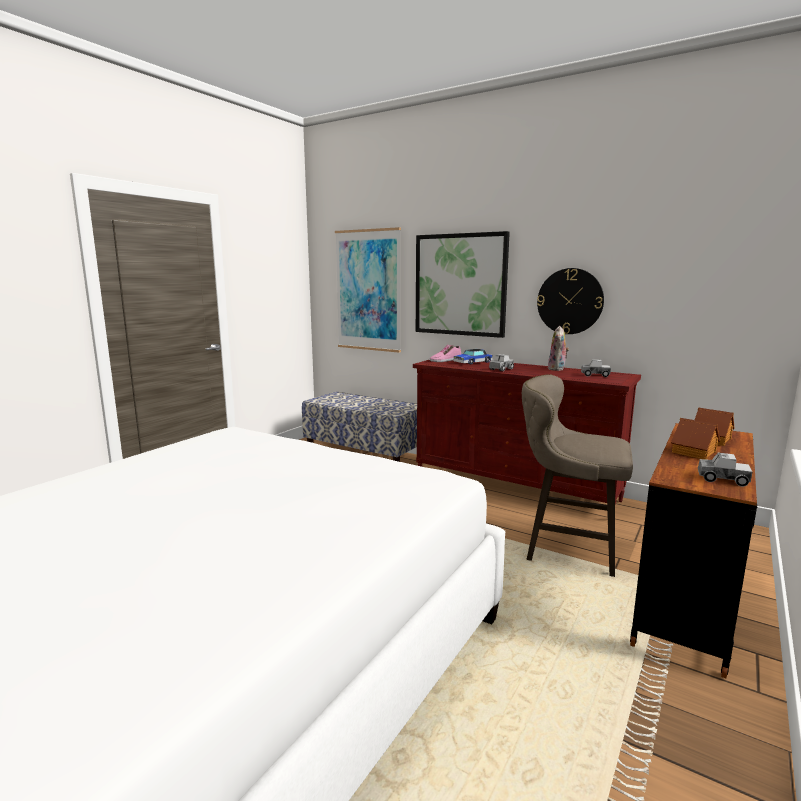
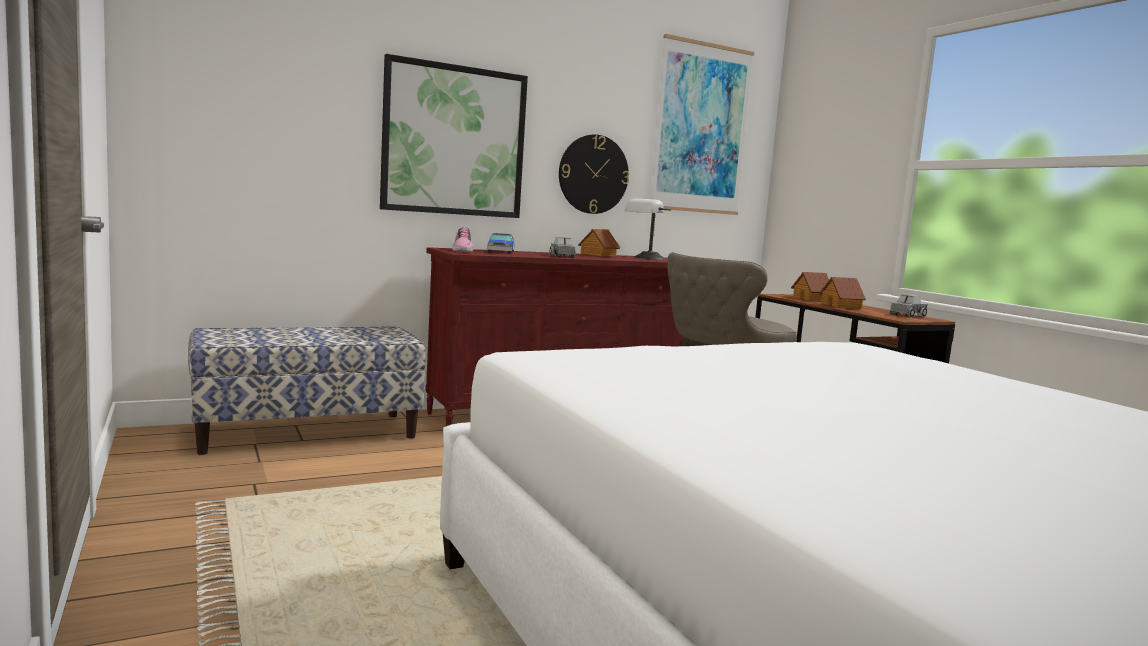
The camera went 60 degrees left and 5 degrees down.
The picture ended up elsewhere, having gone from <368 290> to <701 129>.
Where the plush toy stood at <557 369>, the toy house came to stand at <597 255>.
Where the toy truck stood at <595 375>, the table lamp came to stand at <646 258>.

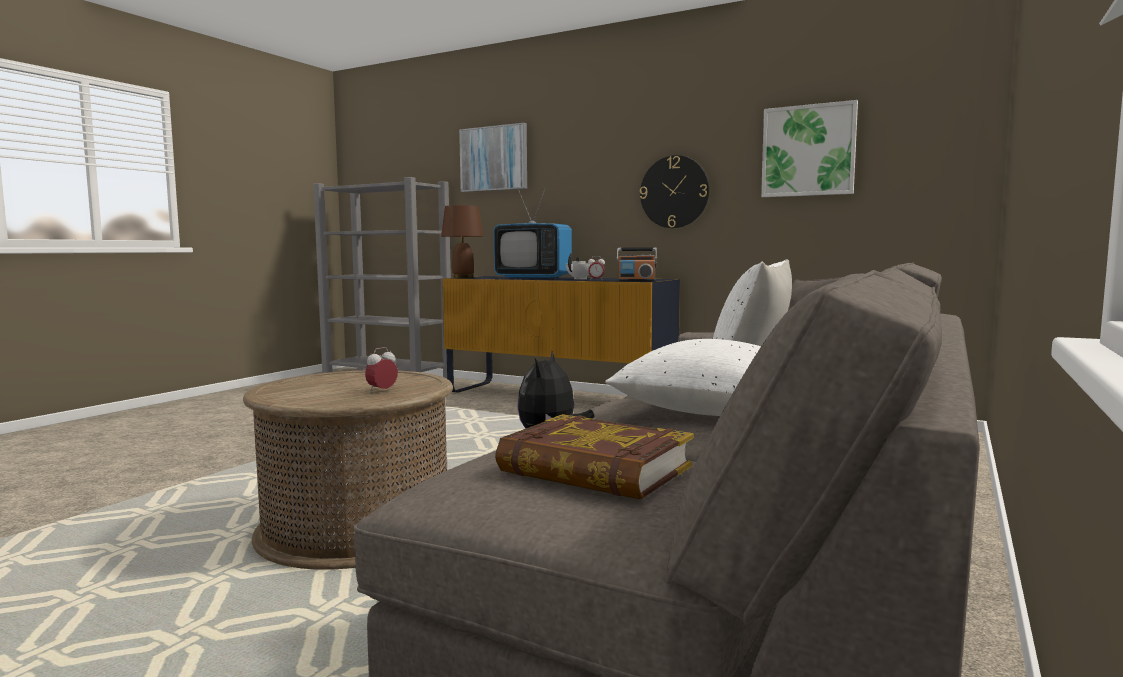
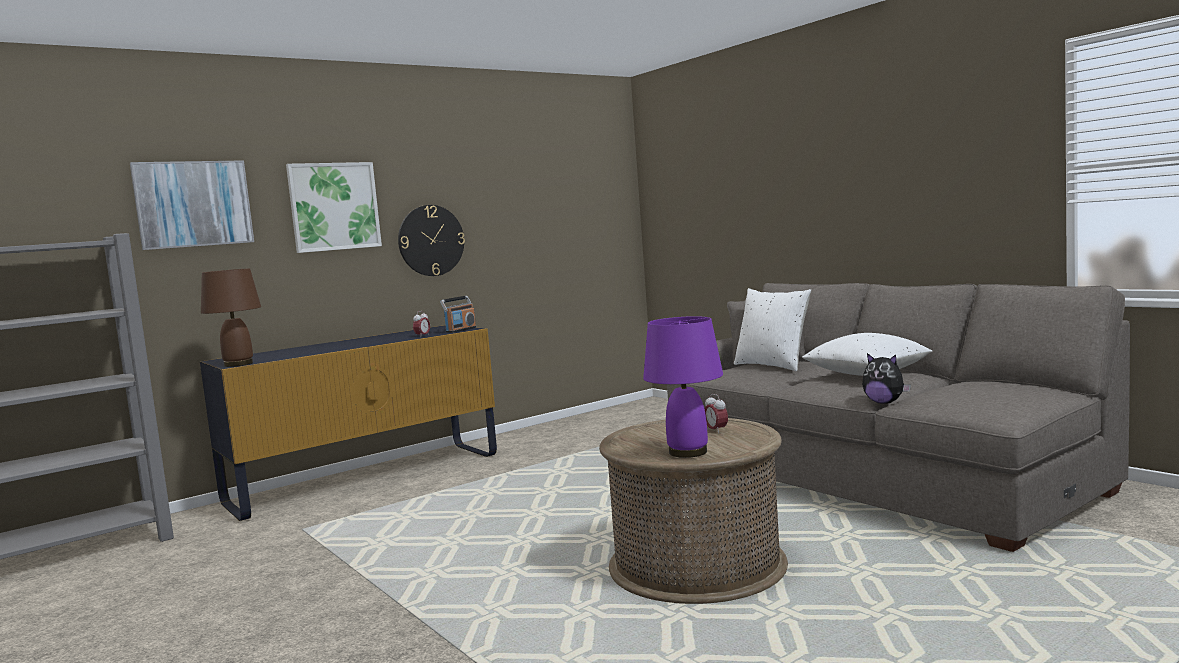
The camera went 65 degrees left and 0 degrees up.
The second view lost the television at <533 278>.
The second view lost the book at <594 470>.
The second view lost the white teapot at <580 279>.
The picture ended up elsewhere, having gone from <808 151> to <334 206>.
The second view gained the purple table lamp at <687 452>.

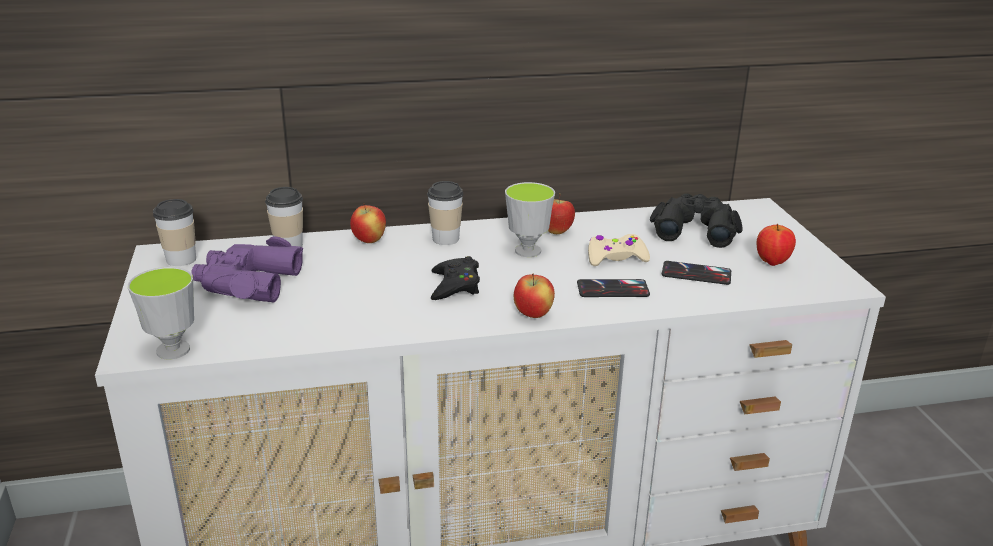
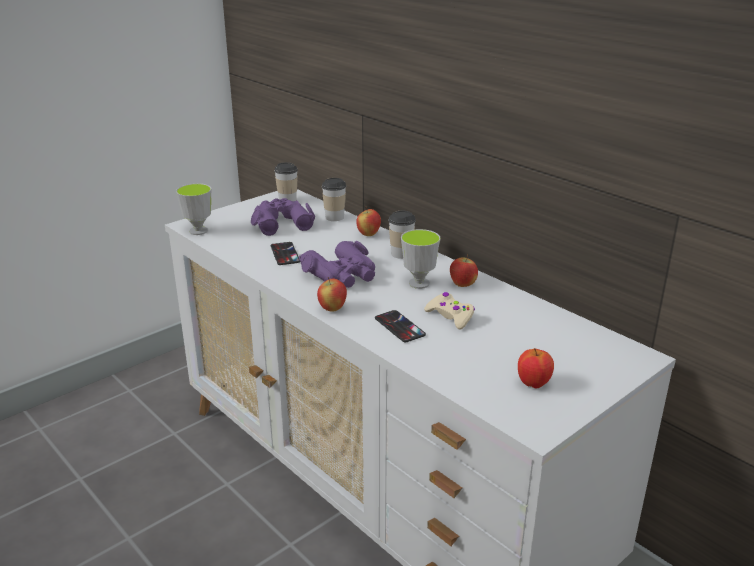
The camera went 60 degrees right and 0 degrees up.
Where the black game controller stood at <455 285>, the purple binoculars came to stand at <342 275>.
The second view lost the black binoculars at <695 228>.
The phone ended up elsewhere, having gone from <696 274> to <285 254>.

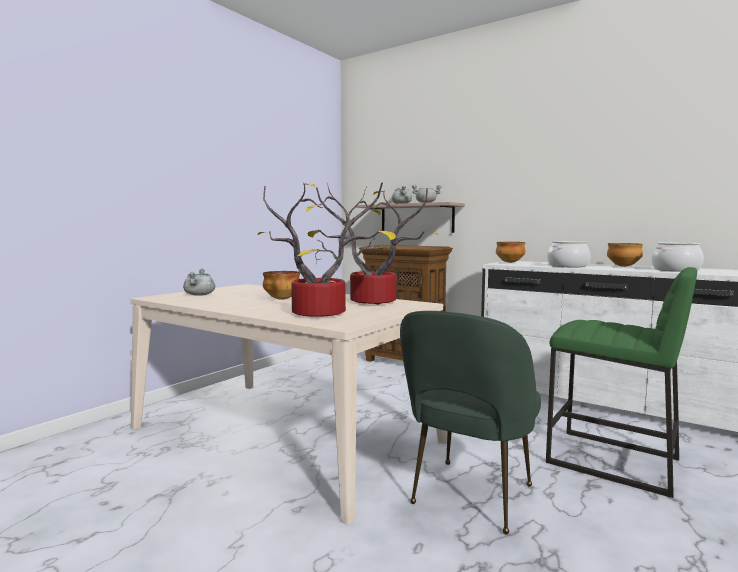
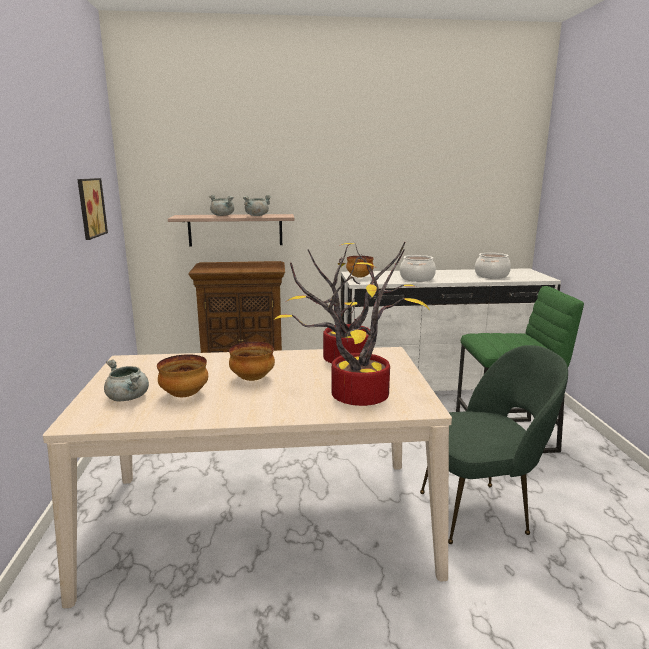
The camera went 40 degrees left and 10 degrees up.
The green chair at <468 500> ended up facing another way, 90 degrees counterclockwise from before.
The bowl ended up elsewhere, having gone from <623 266> to <185 395>.
The second view gained the picture at <89 208>.

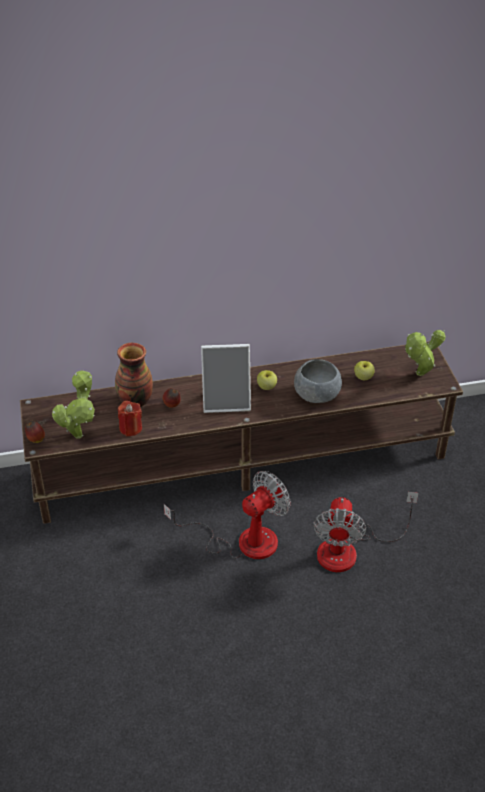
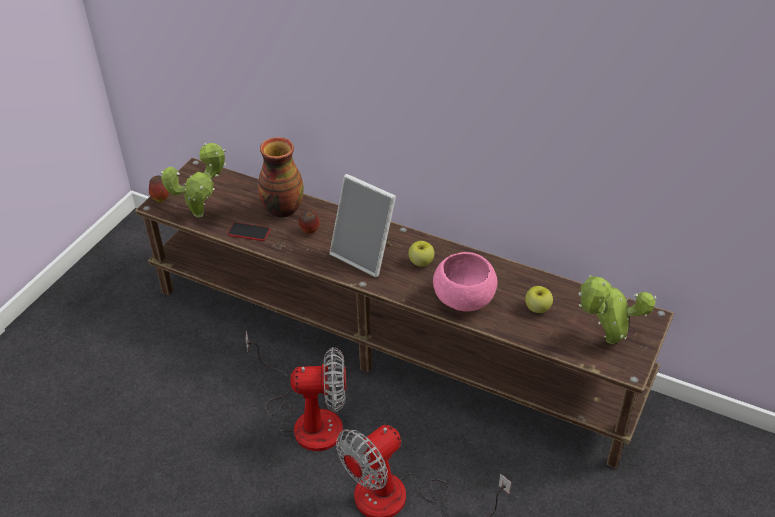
The camera went 40 degrees right and 0 degrees up.
Where the red candle stood at <130 428>, the phone came to stand at <249 232>.
What was the grey bowl at <317 395> turned into the pink bowl at <464 299>.

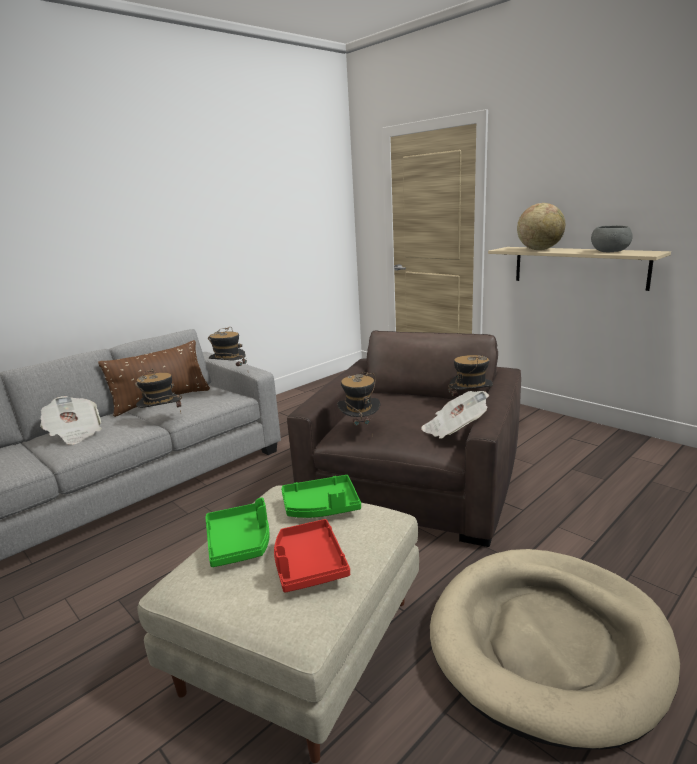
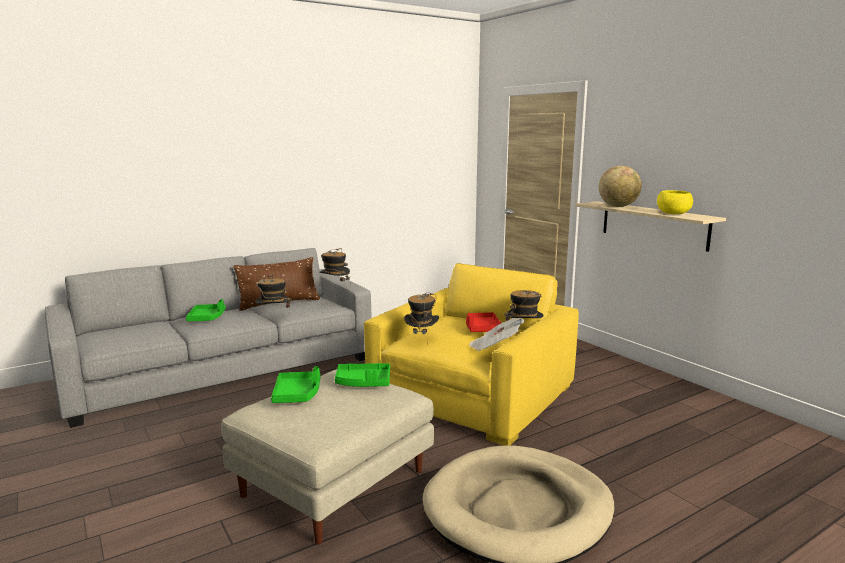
The camera went 10 degrees right and 5 degrees down.
Where the newspaper stood at <74 433>, the green tray came to stand at <207 318>.
The red tray ended up elsewhere, having gone from <308 565> to <482 328>.
What was the brown armchair at <414 480> turned into the yellow armchair at <472 394>.
What was the grey bowl at <610 251> turned into the yellow bowl at <673 213>.

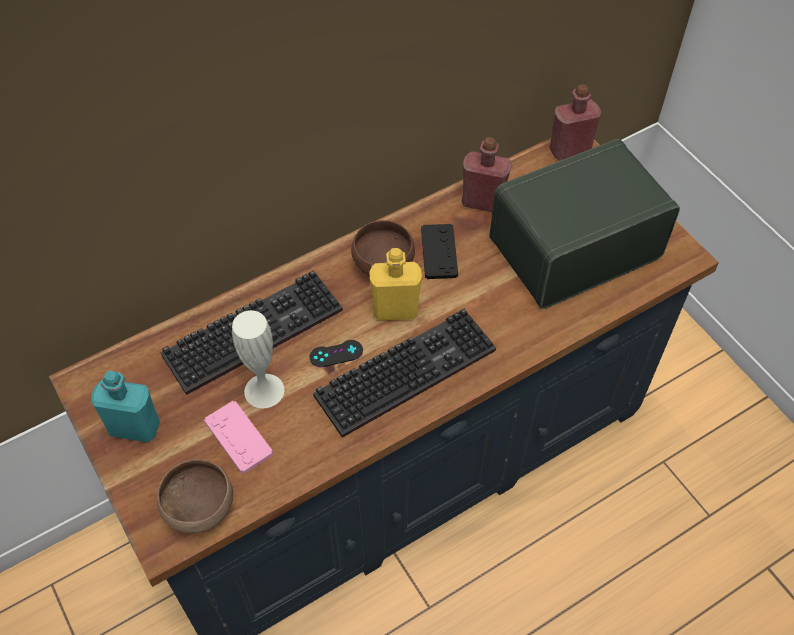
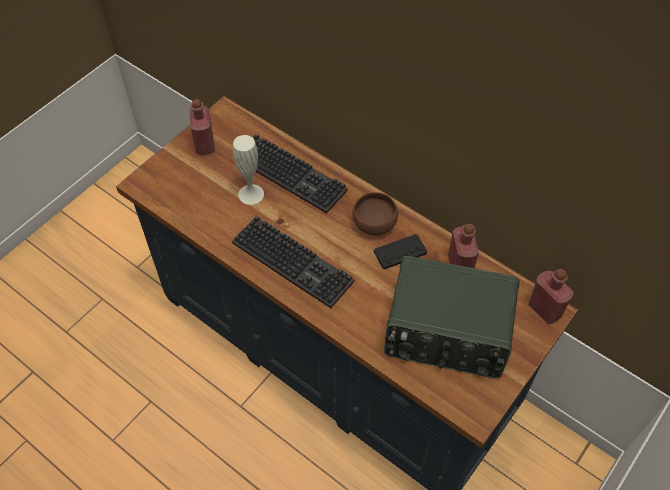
The camera went 70 degrees right and 0 degrees up.
What was the turquoise bottle at <135 427> turned into the red bottle at <204 144>.
The second view lost the brown bowl at <199 509>.
The second view lost the pink game controller at <238 437>.
The second view lost the black game controller at <336 354>.
The second view lost the yellow bottle at <395 309>.
The radio at <573 247> ended up facing another way, 150 degrees clockwise from before.

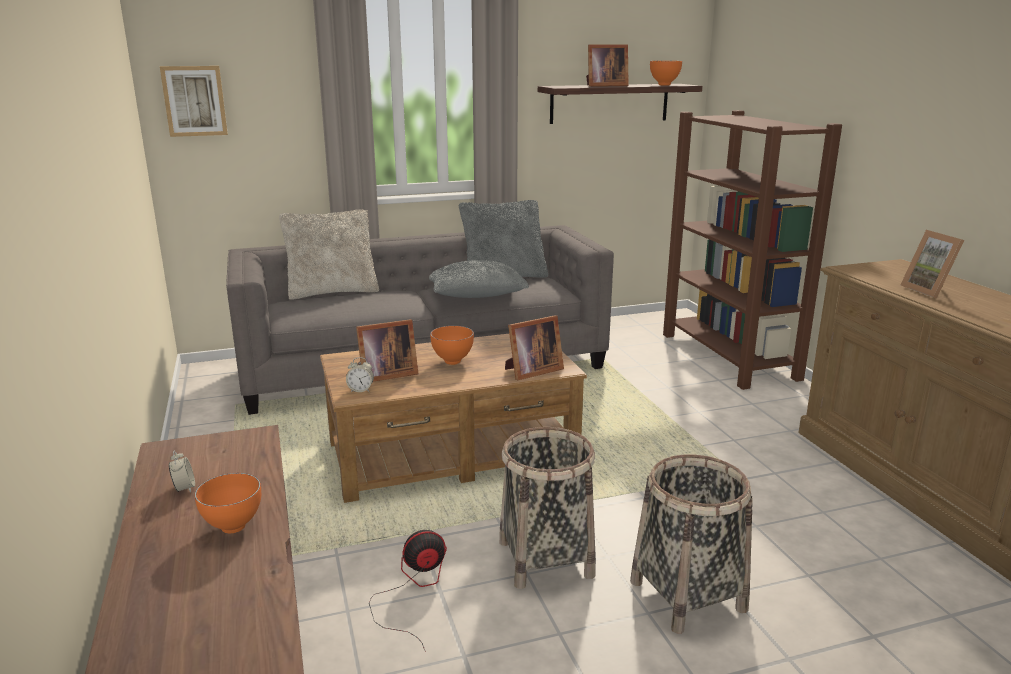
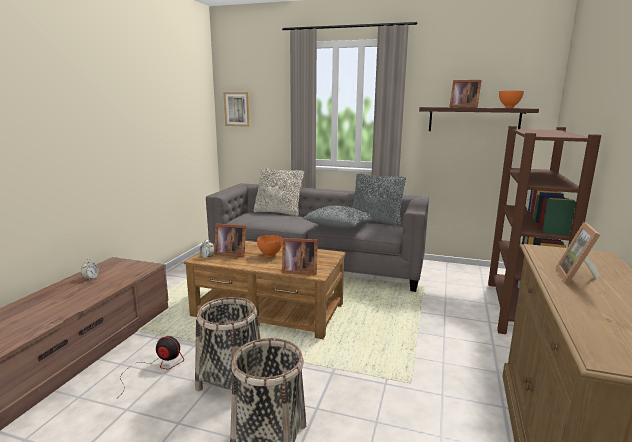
The camera went 35 degrees right and 5 degrees down.
The second view lost the orange bowl at <234 527>.

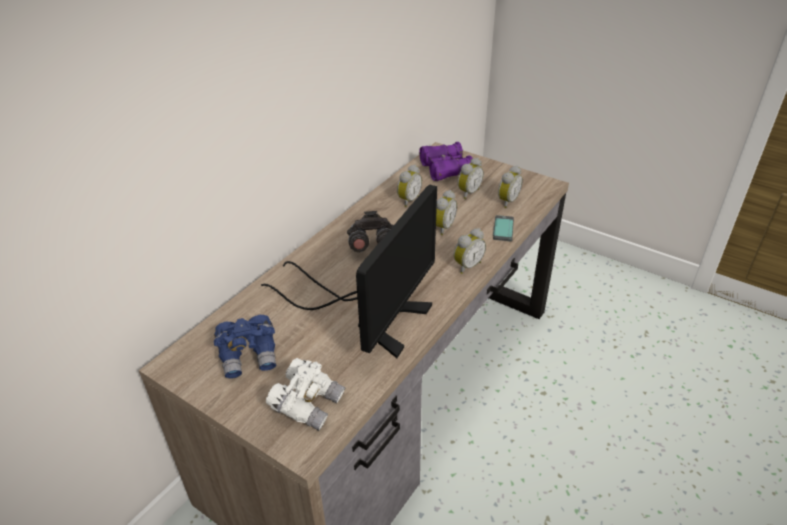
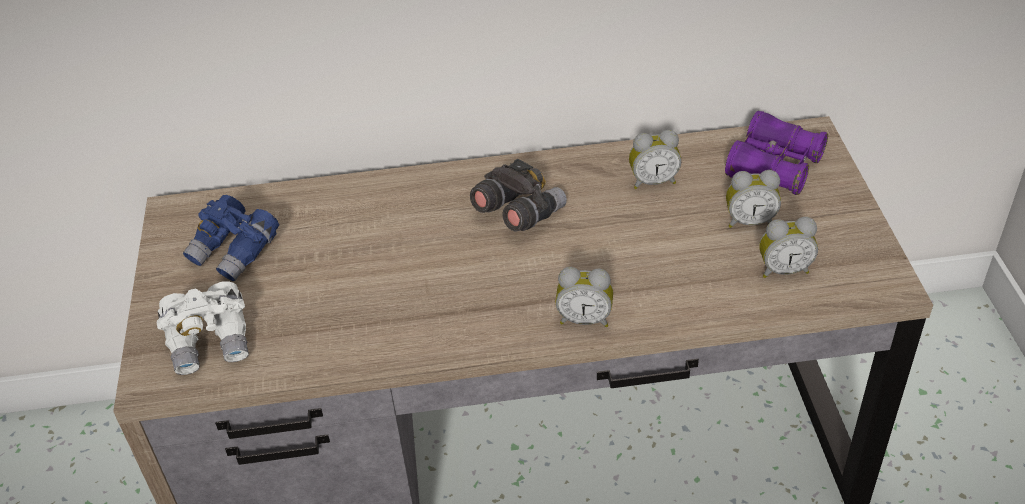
The camera went 50 degrees right and 5 degrees up.
The second view lost the monitor at <370 315>.
The second view lost the alarm clock at <442 227>.
The second view lost the phone at <503 229>.

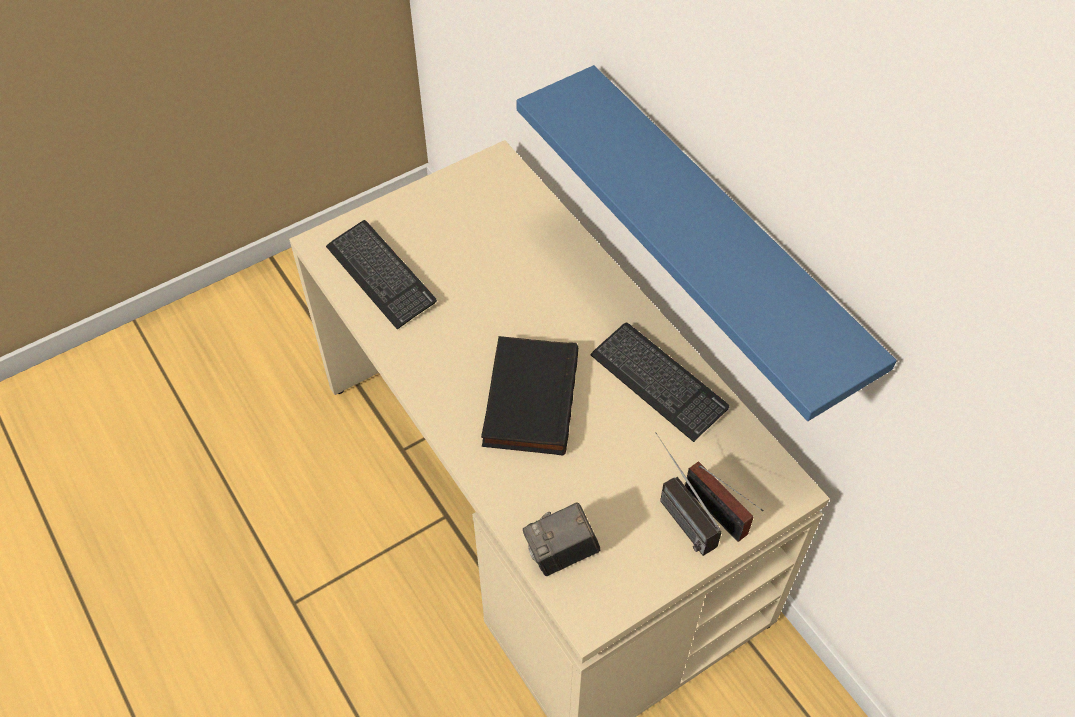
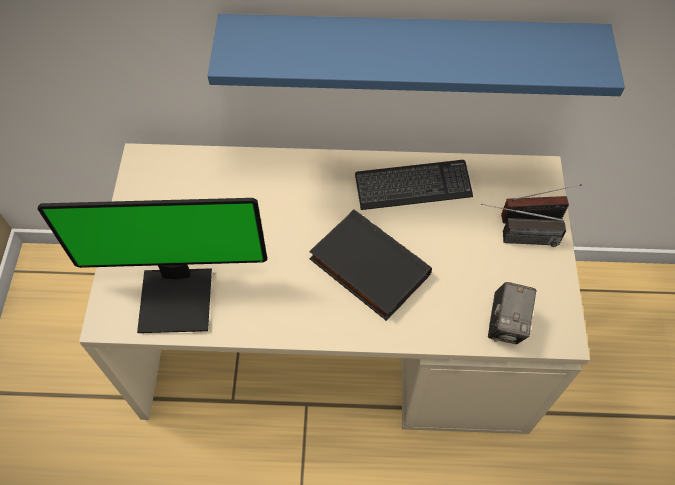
The camera went 55 degrees left and 5 degrees up.
Where the keyboard stood at <381 276>, the monitor came to stand at <177 297>.

